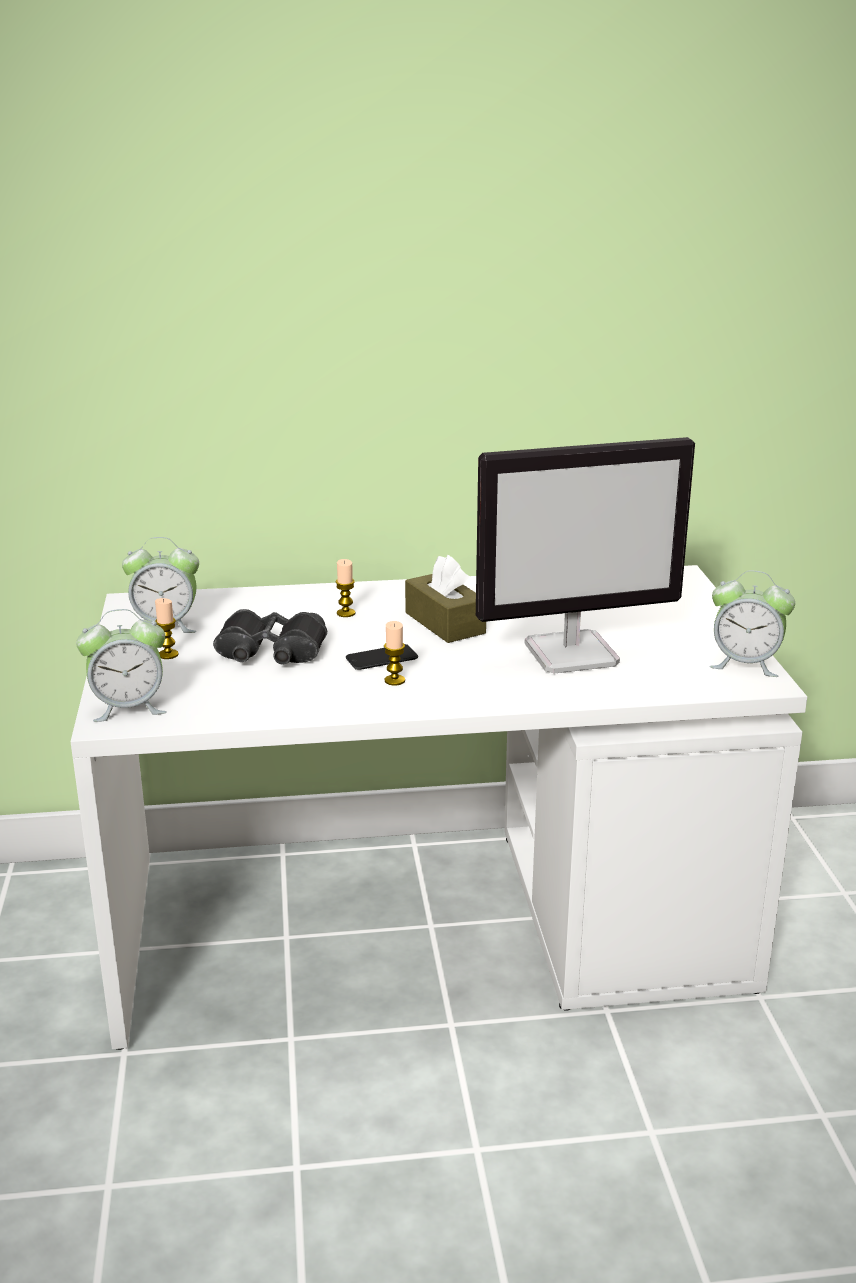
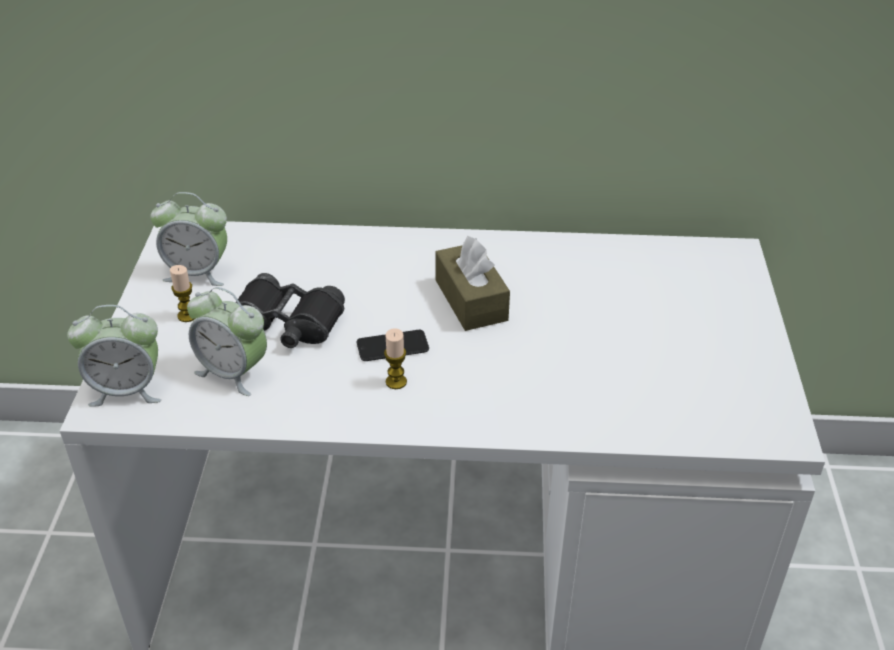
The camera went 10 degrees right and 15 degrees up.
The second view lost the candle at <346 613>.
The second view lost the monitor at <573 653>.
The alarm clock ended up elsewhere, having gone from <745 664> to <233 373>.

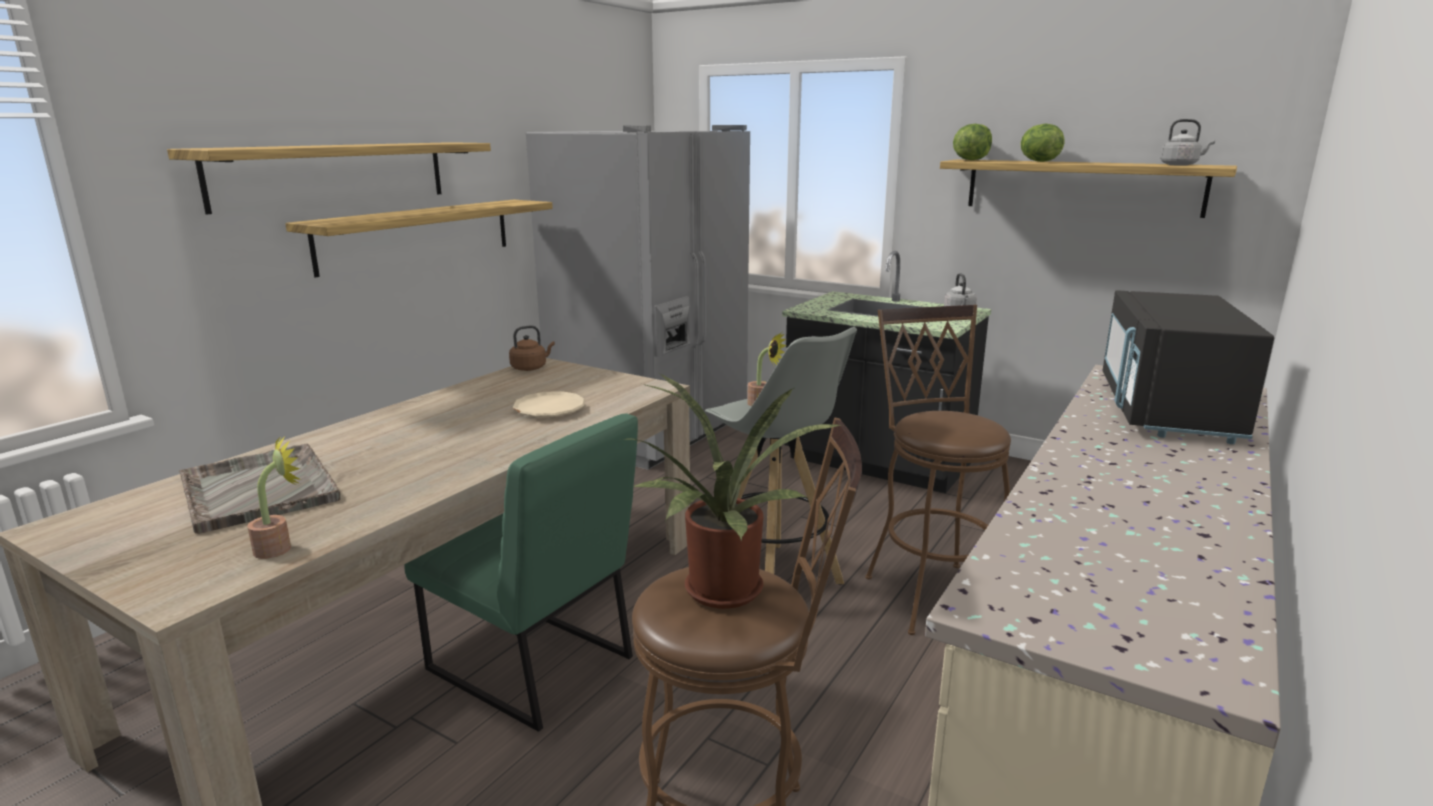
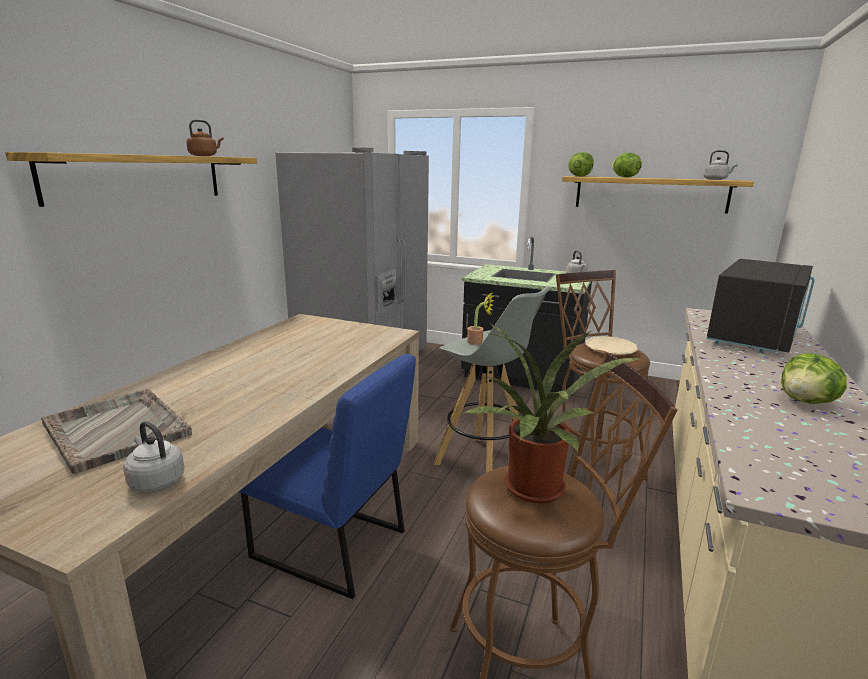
The camera went 10 degrees left and 0 degrees up.
Where the potted plant stood at <280 547>, the grey kettle came to stand at <155 480>.
The second view lost the shelf at <417 235>.
What was the green chair at <533 666> turned into the blue chair at <333 546>.
The brown kettle ended up elsewhere, having gone from <530 368> to <204 156>.
The beige plate ended up elsewhere, having gone from <549 410> to <610 349>.
The black microwave at <1166 411> ended up facing another way, 150 degrees counterclockwise from before.
The second view gained the lettuce at <806 402>.

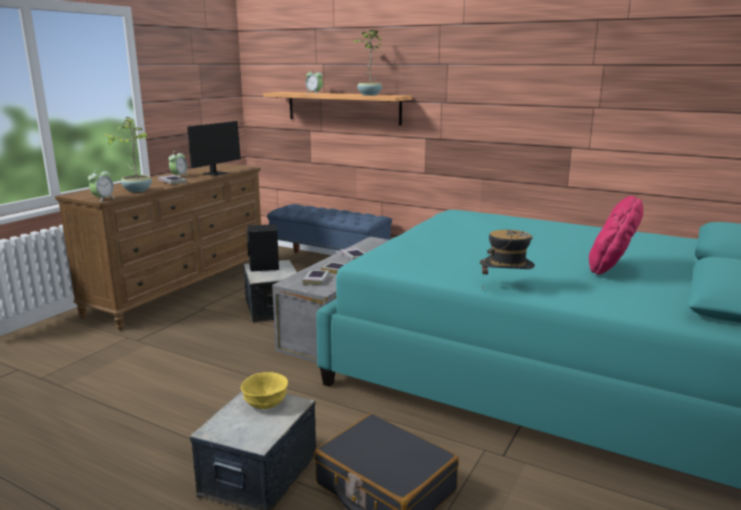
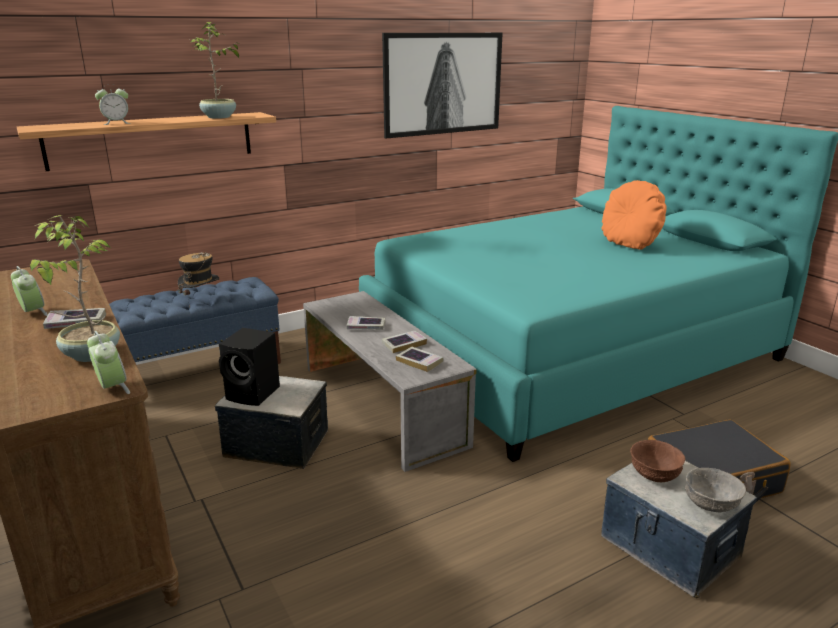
The camera went 60 degrees left and 5 degrees up.
The second view lost the monitor at <218 173>.
What was the yellow bowl at <266 403> turned into the brown bowl at <654 474>.
The hat ended up elsewhere, having gone from <505 287> to <201 300>.
What was the pink pillow at <610 271> turned into the orange pillow at <629 245>.
The second view gained the picture at <442 84>.
The second view gained the grey bowl at <710 505>.

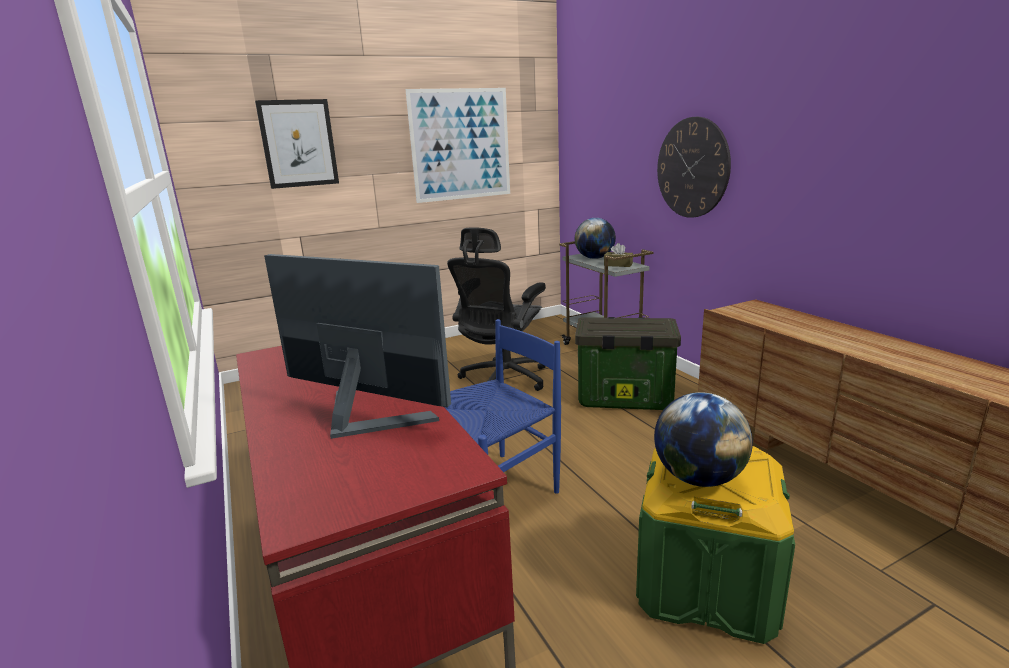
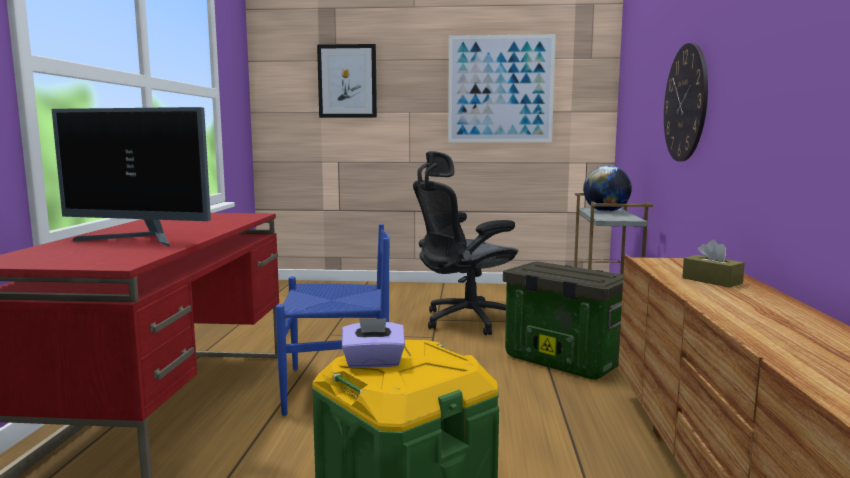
The camera went 30 degrees right and 10 degrees down.
The monitor at <362 418> ended up facing another way, 135 degrees clockwise from before.
The brown tissue box ended up elsewhere, having gone from <618 265> to <711 281>.
Where the globe stood at <698 478>, the purple tissue box came to stand at <373 362>.

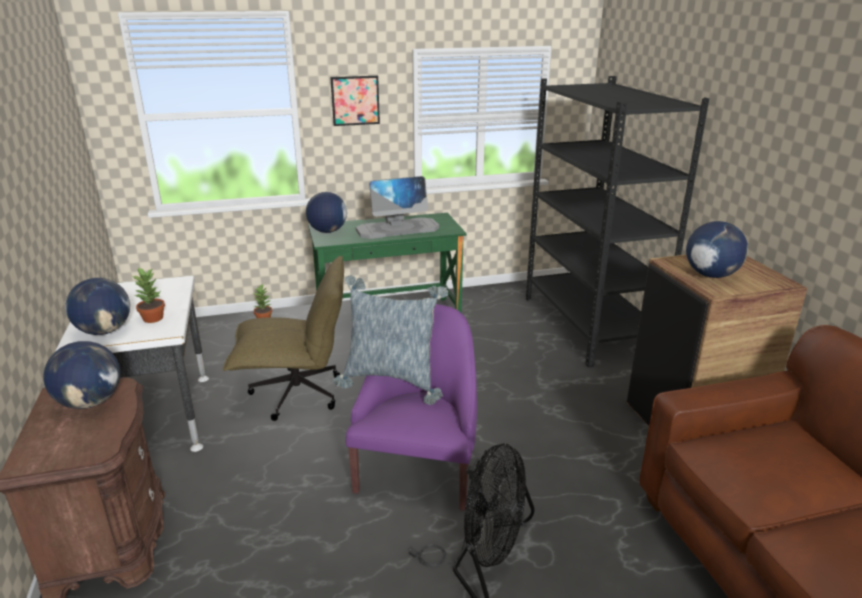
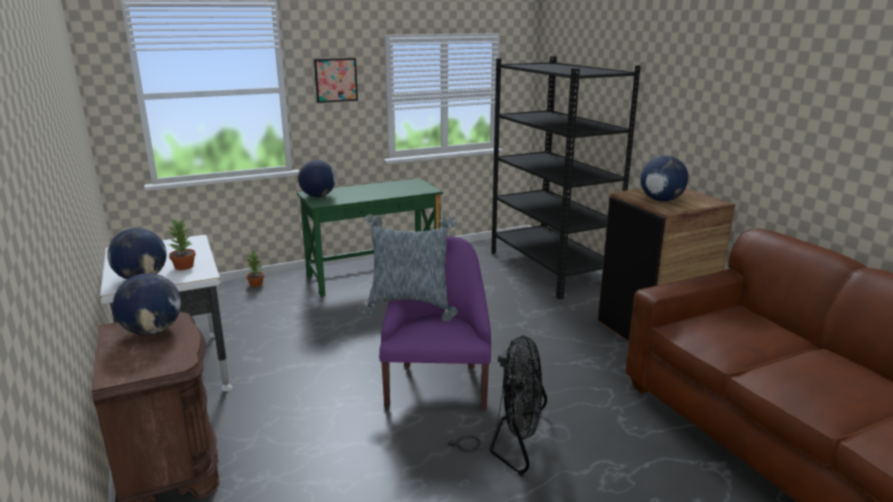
The camera went 10 degrees left and 5 degrees down.
The second view lost the beige office chair at <295 393>.
The second view lost the monitor at <398 229>.

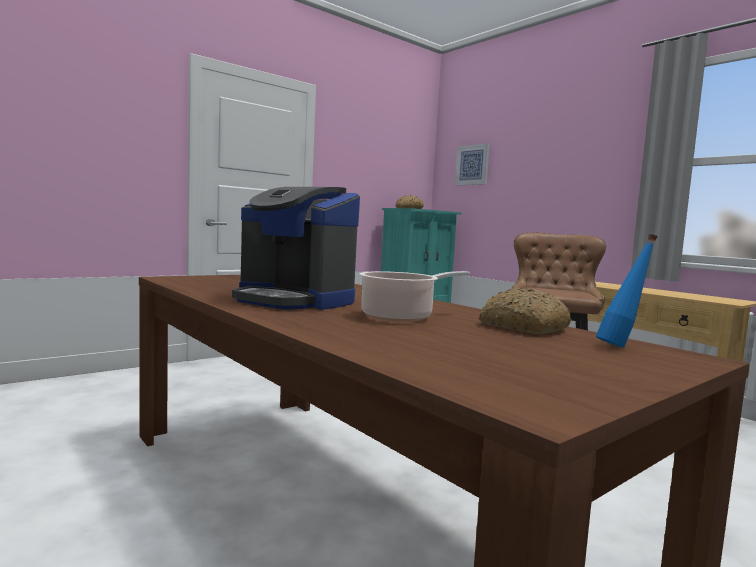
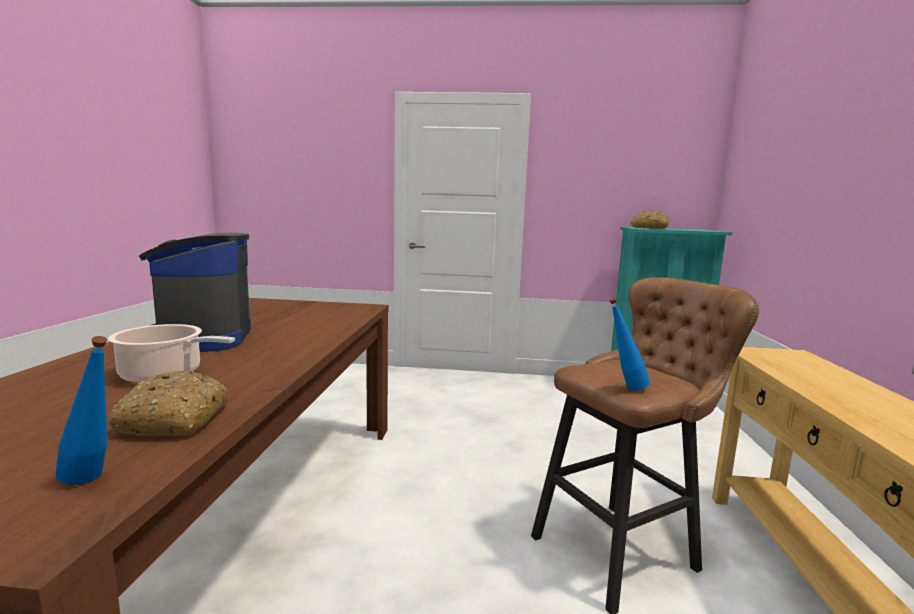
The camera went 45 degrees right and 5 degrees up.
The second view lost the picture at <472 165>.
The second view gained the blue bottle at <624 388>.

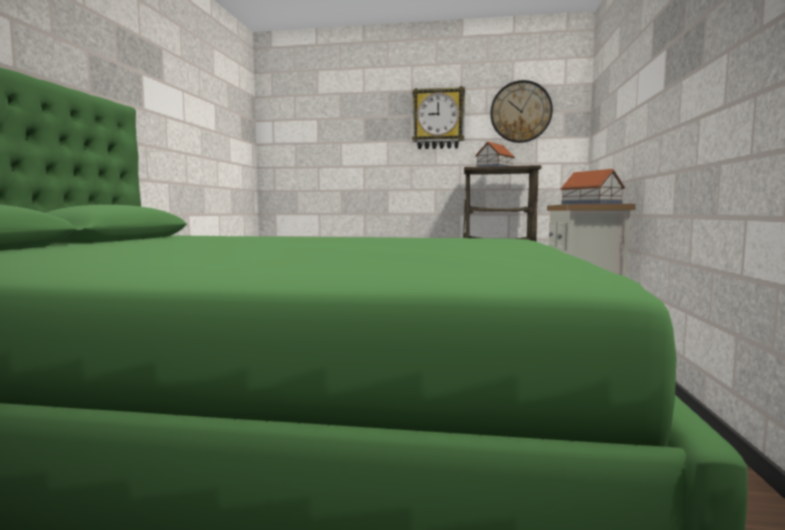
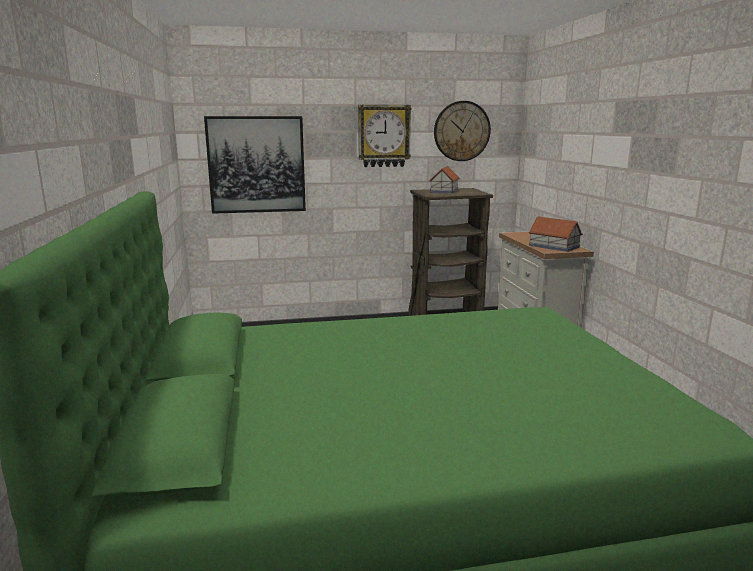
The camera went 20 degrees left and 10 degrees up.
The second view gained the picture at <256 165>.

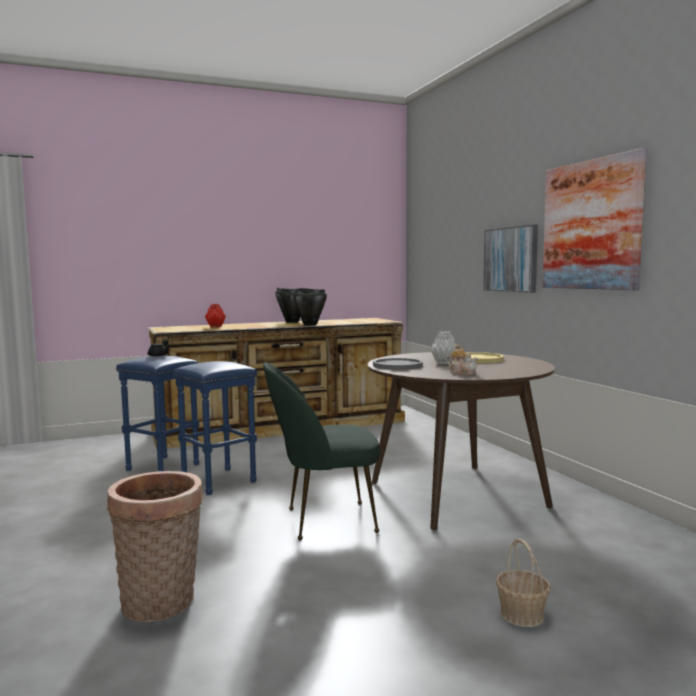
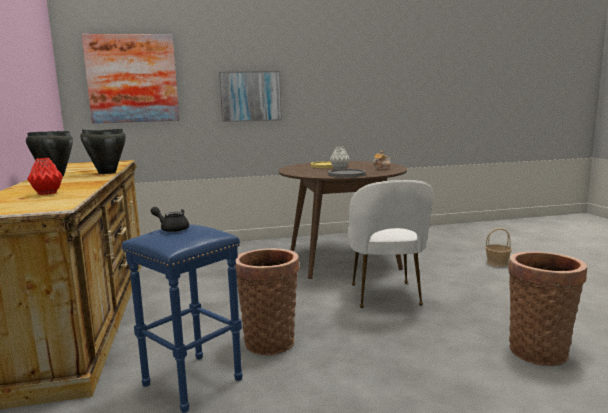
The camera went 80 degrees left and 5 degrees up.
Where the blue stool stood at <219 480>, the basket came to stand at <270 340>.
What was the green chair at <322 521> turned into the white chair at <386 297>.
The picture ended up elsewhere, having gone from <591 225> to <132 79>.

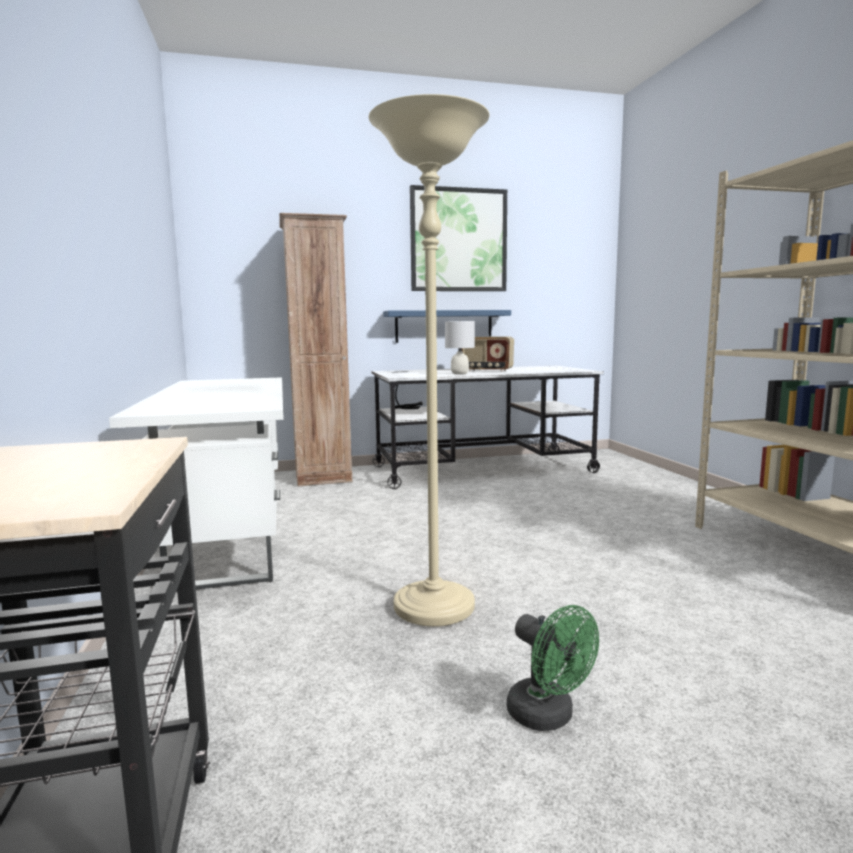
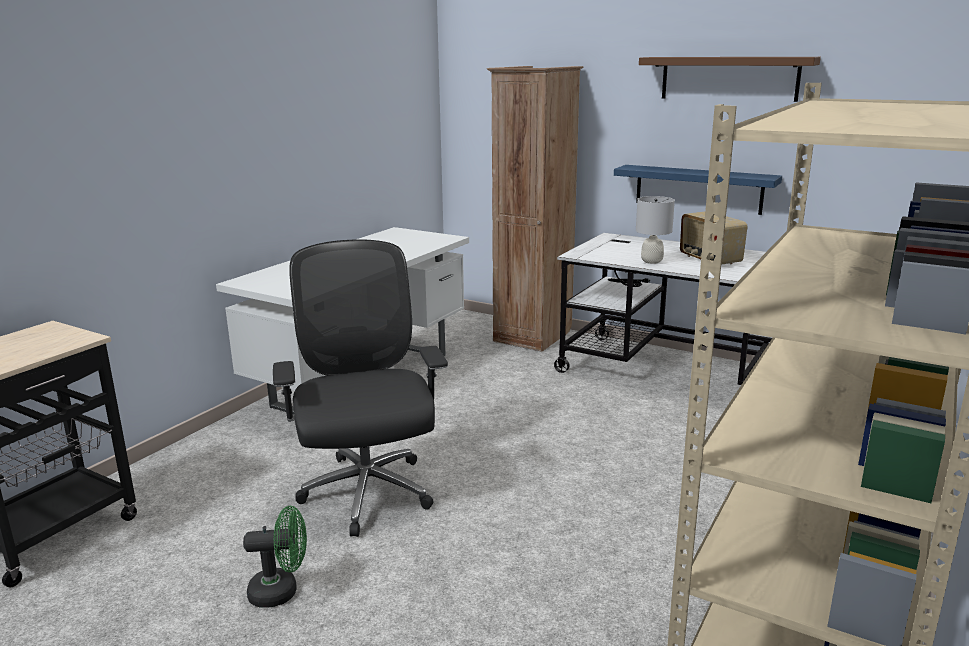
The camera went 45 degrees right and 10 degrees up.
Where the beige floor lamp stood at <434 608>, the office chair came to stand at <368 493>.
Where the picture hung at <458 240>, the brown shelf came to hang at <729 78>.
The green fan at <548 717> ended up facing another way, 105 degrees counterclockwise from before.

